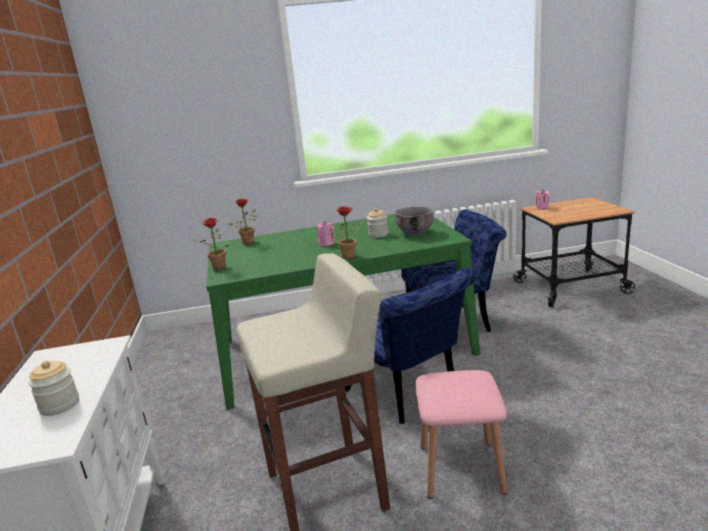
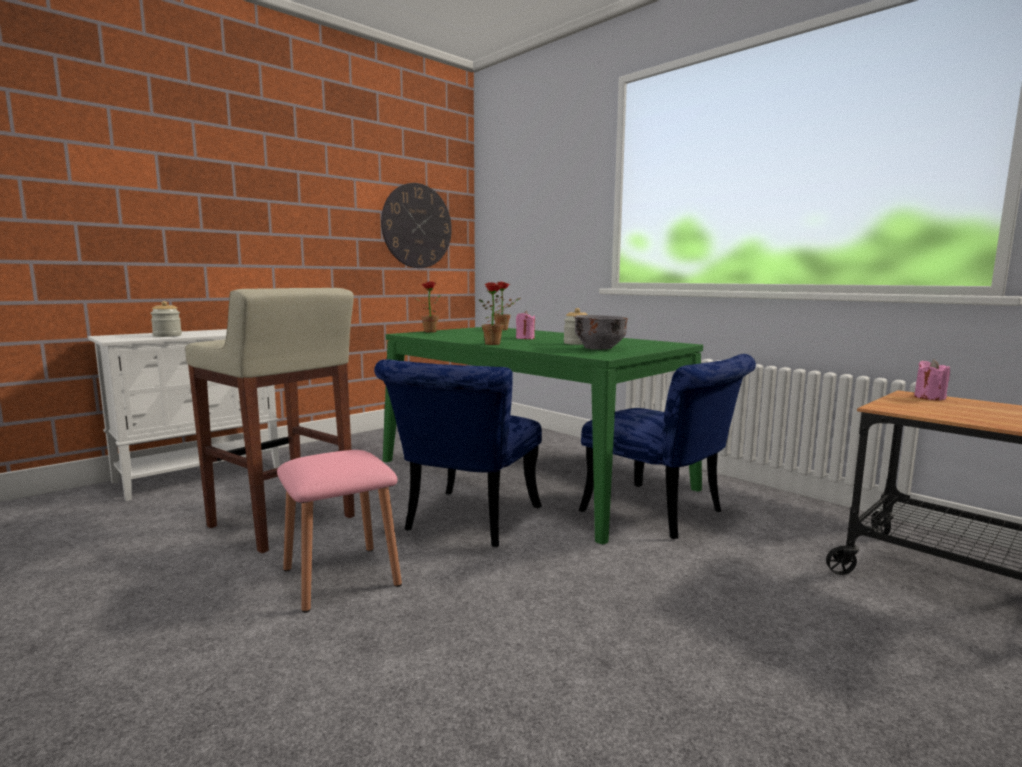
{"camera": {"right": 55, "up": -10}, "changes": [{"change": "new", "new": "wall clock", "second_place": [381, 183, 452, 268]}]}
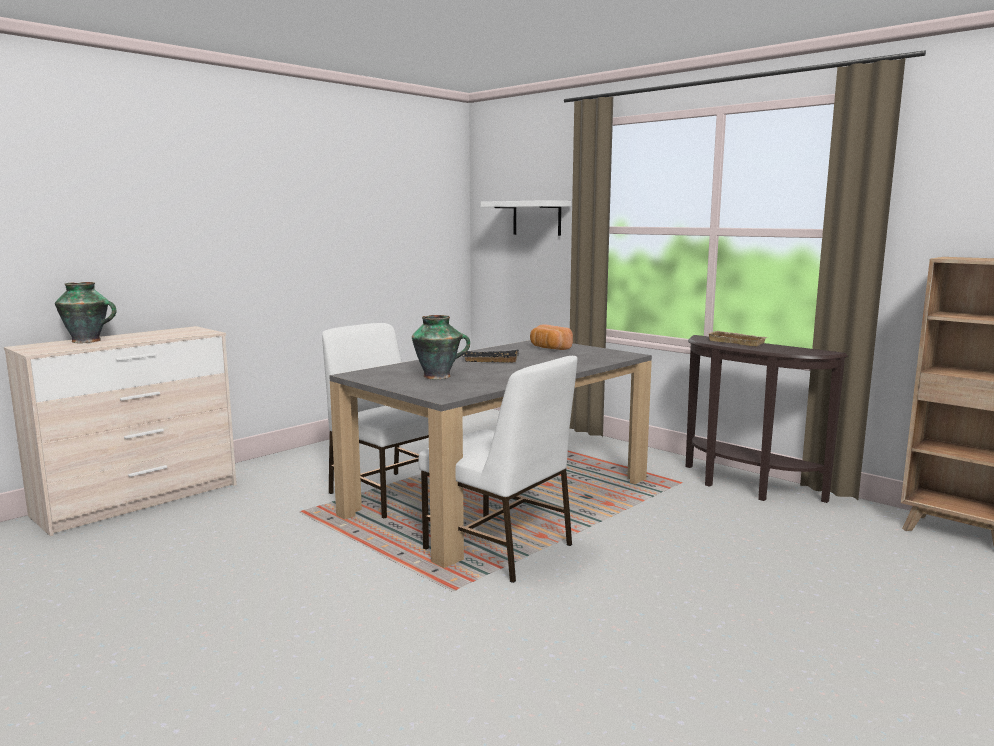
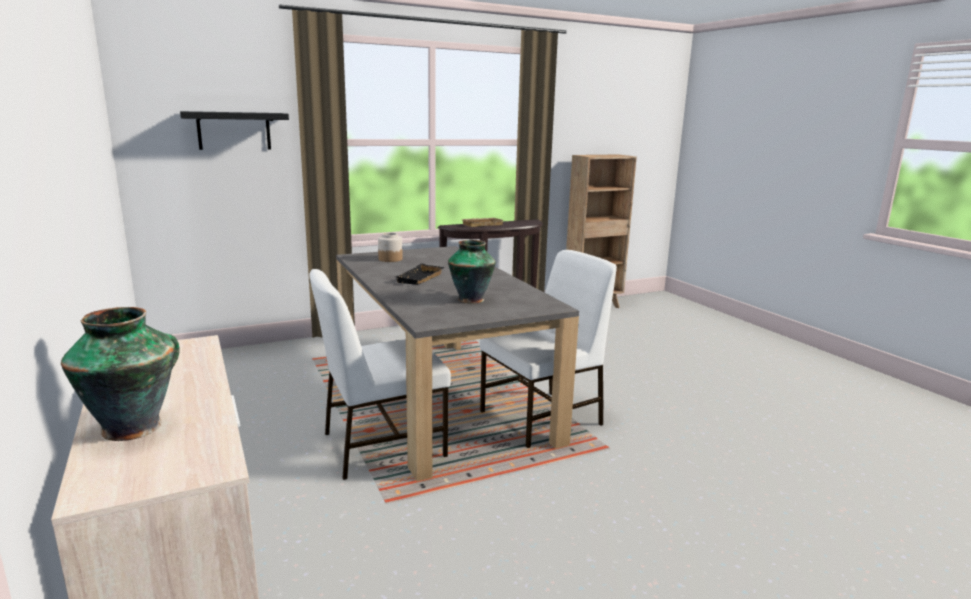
{"camera": {"right": -70, "up": 5}, "changes": [{"change": "swapped", "old": "bread", "new": "jar", "first_place": [530, 324, 573, 350], "second_place": [378, 232, 403, 262]}, {"change": "repainted", "old": "white shelf", "new": "black shelf", "first_place": [481, 200, 571, 236], "second_place": [180, 111, 289, 150]}]}
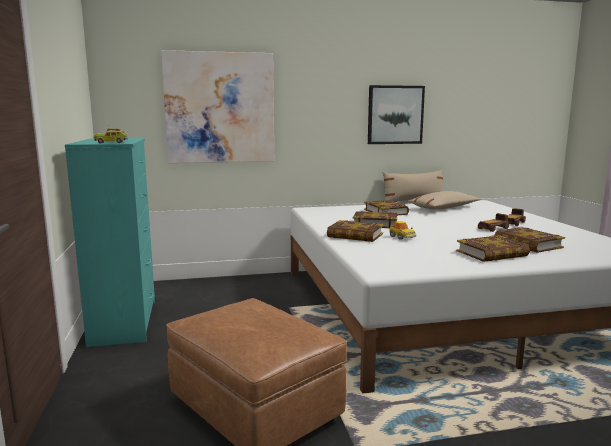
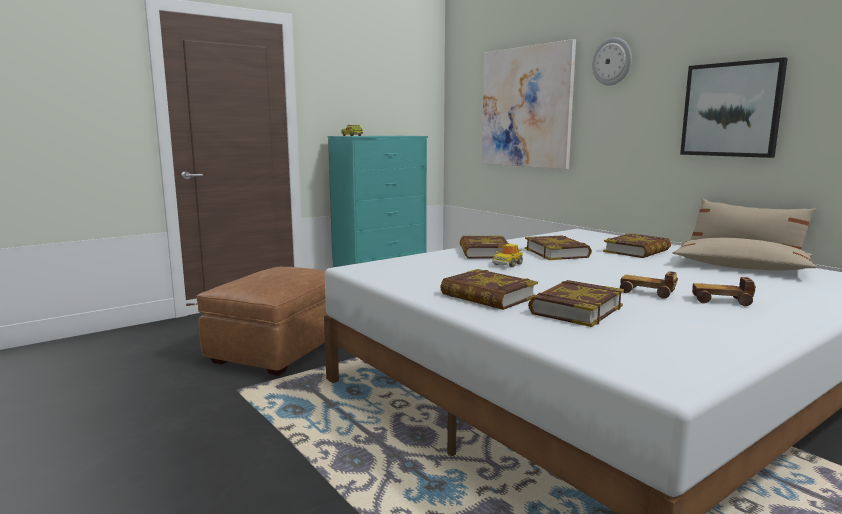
{"camera": {"right": 65, "up": 0}, "changes": [{"change": "new", "new": "wall clock", "second_place": [592, 37, 632, 86]}]}
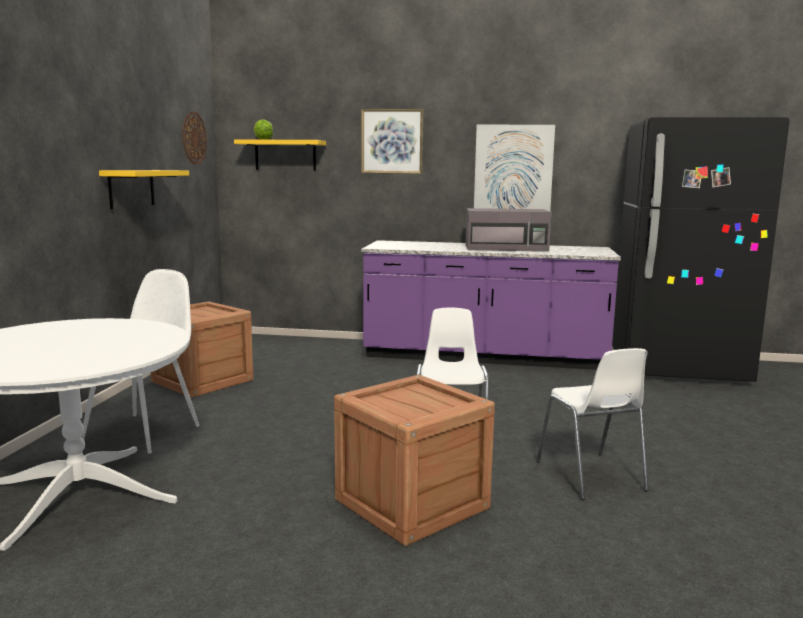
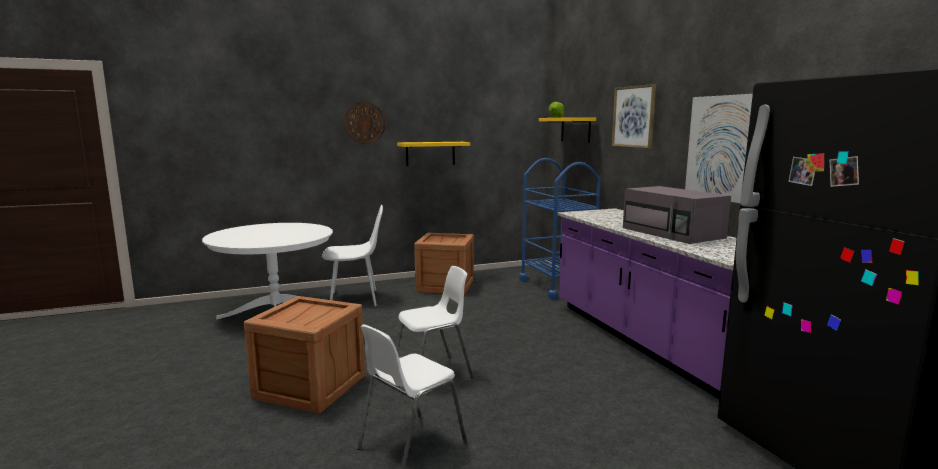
{"camera": {"right": 60, "up": 0}, "changes": [{"change": "new", "new": "blue cart", "second_place": [519, 158, 601, 299]}, {"change": "shifted", "old": "wall clock", "first_place": [182, 111, 207, 164], "second_place": [344, 102, 385, 144]}]}
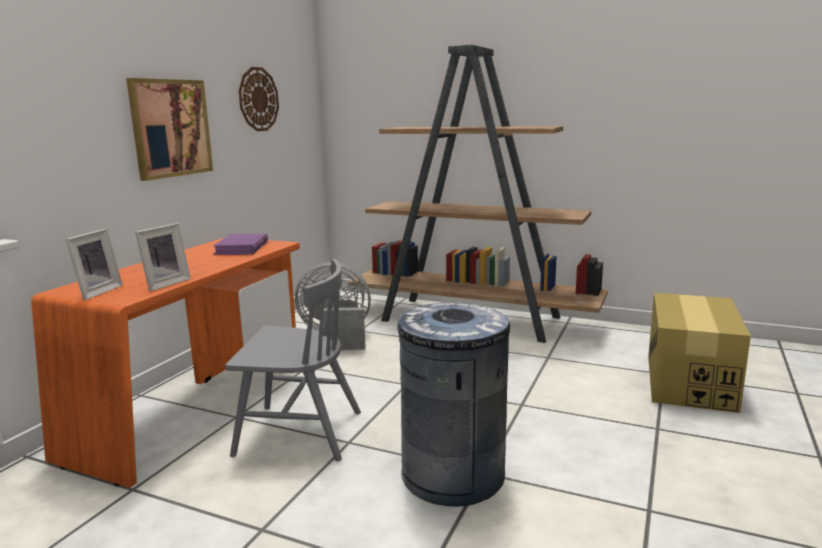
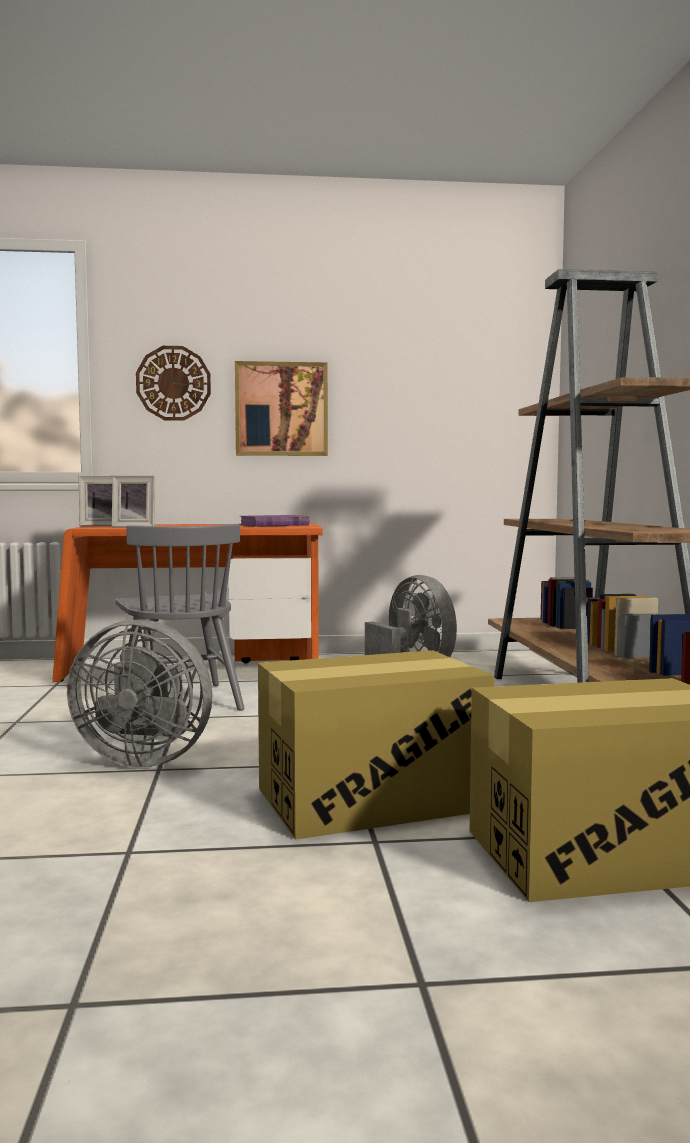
{"camera": {"right": 60, "up": -10}, "changes": [{"change": "new", "new": "cardboard box", "second_place": [258, 650, 494, 840]}, {"change": "shifted", "old": "wall clock", "first_place": [239, 67, 279, 131], "second_place": [136, 346, 211, 421]}, {"change": "swapped", "old": "grey trash can", "new": "grey fan", "first_place": [396, 302, 510, 507], "second_place": [67, 619, 212, 767]}]}
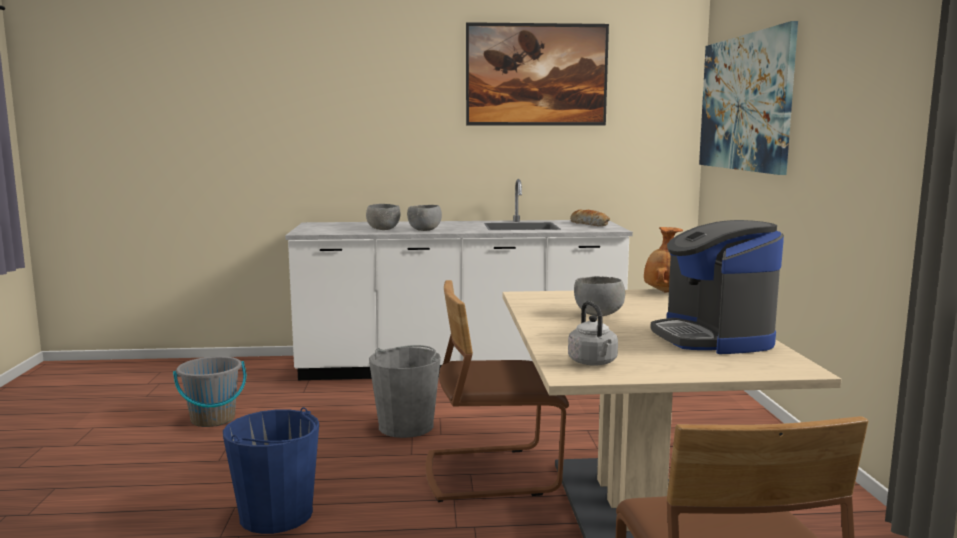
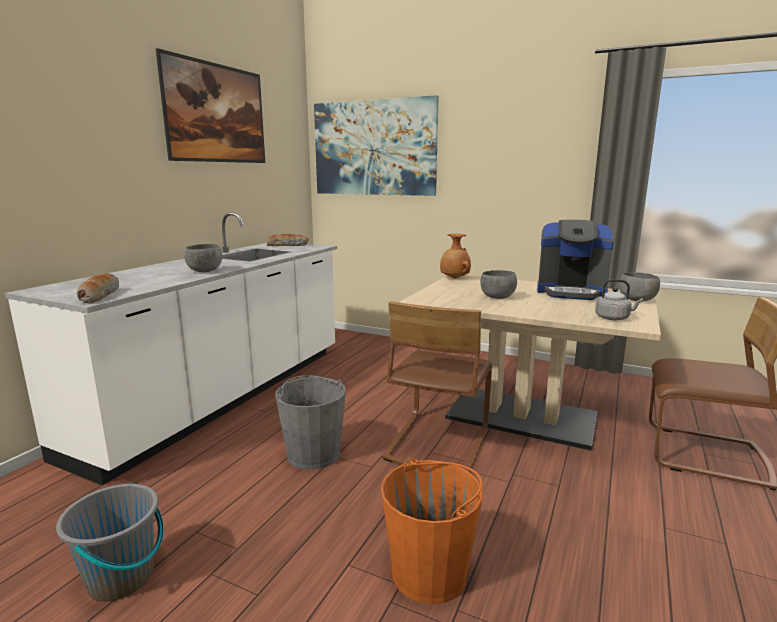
{"camera": {"right": -60, "up": 5}, "changes": [{"change": "new", "new": "bread", "second_place": [76, 273, 119, 304]}, {"change": "shifted", "old": "grey bowl", "first_place": [366, 204, 400, 230], "second_place": [619, 272, 660, 301]}, {"change": "repainted", "old": "blue bucket", "new": "orange bucket", "first_place": [223, 407, 319, 534], "second_place": [381, 458, 482, 605]}]}
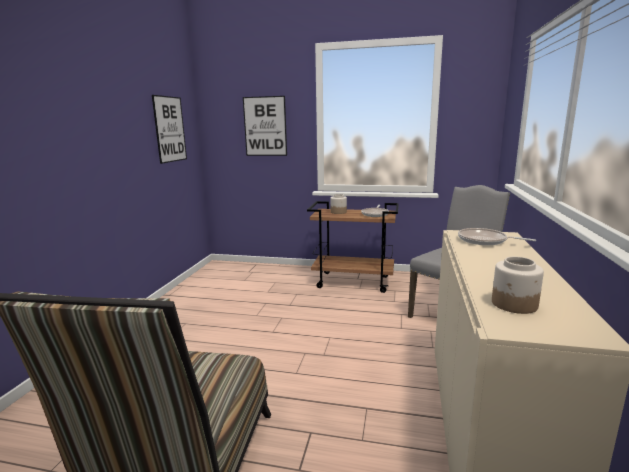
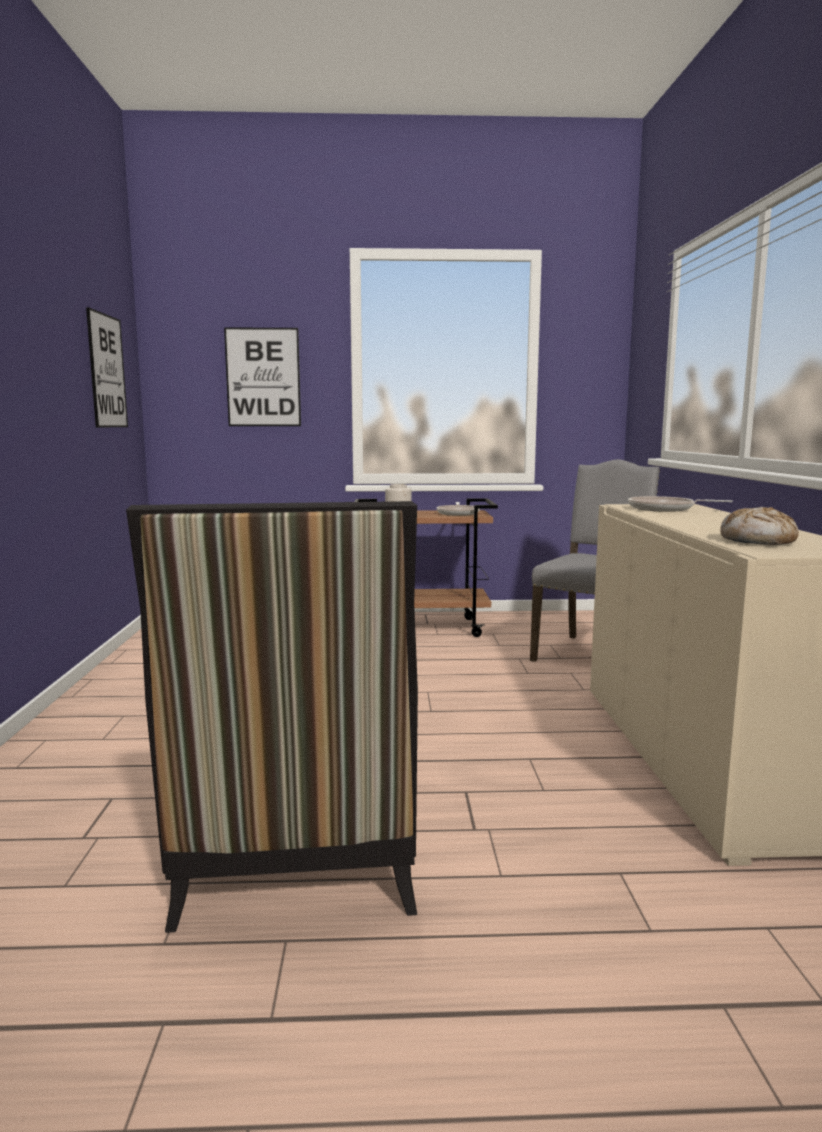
{"camera": {"right": -15, "up": -5}, "changes": [{"change": "swapped", "old": "jar", "new": "bread", "first_place": [492, 257, 544, 314], "second_place": [720, 507, 799, 545]}]}
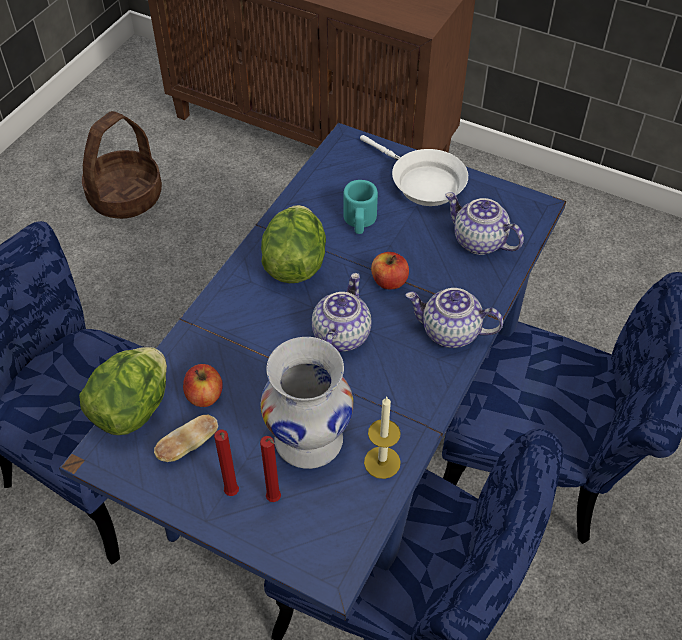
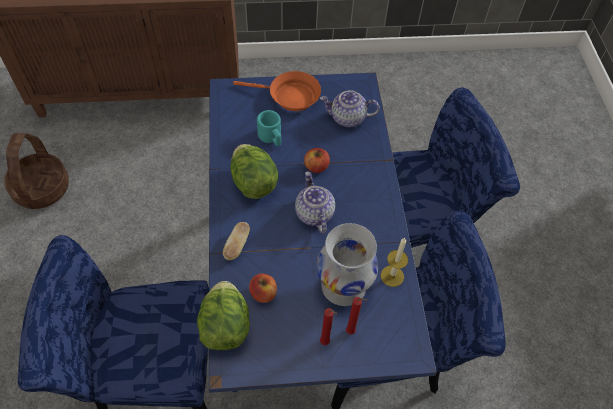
{"camera": {"right": -35, "up": 5}, "changes": [{"change": "gone", "old": "teapot", "first_place": [405, 288, 503, 348]}, {"change": "shifted", "old": "bread", "first_place": [154, 415, 218, 462], "second_place": [223, 222, 250, 260]}, {"change": "repainted", "old": "white frying pan", "new": "orange frying pan", "first_place": [360, 135, 468, 206], "second_place": [233, 71, 321, 111]}]}
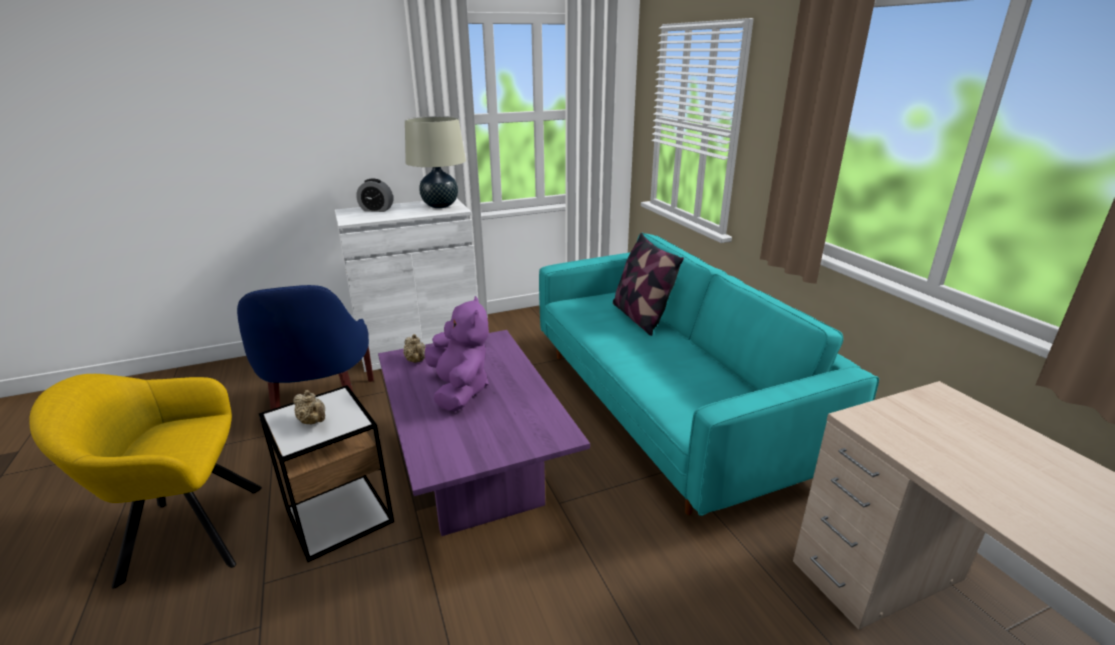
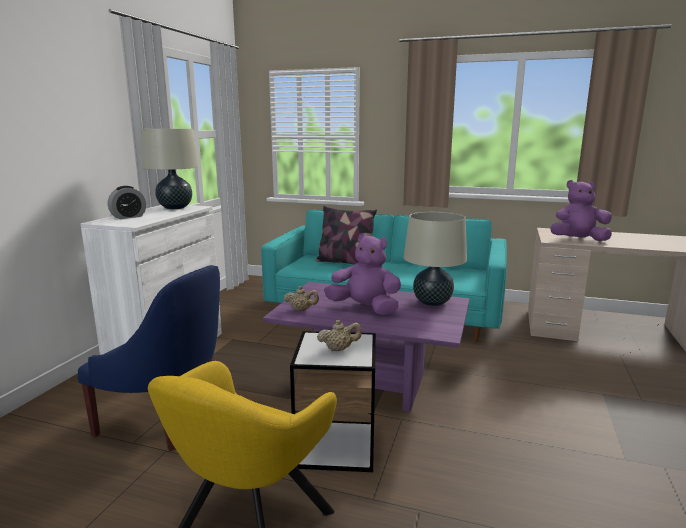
{"camera": {"right": -50, "up": -10}, "changes": [{"change": "new", "new": "beige table lamp", "second_place": [404, 212, 467, 306]}, {"change": "new", "new": "purple plush toy", "second_place": [550, 180, 612, 241]}]}
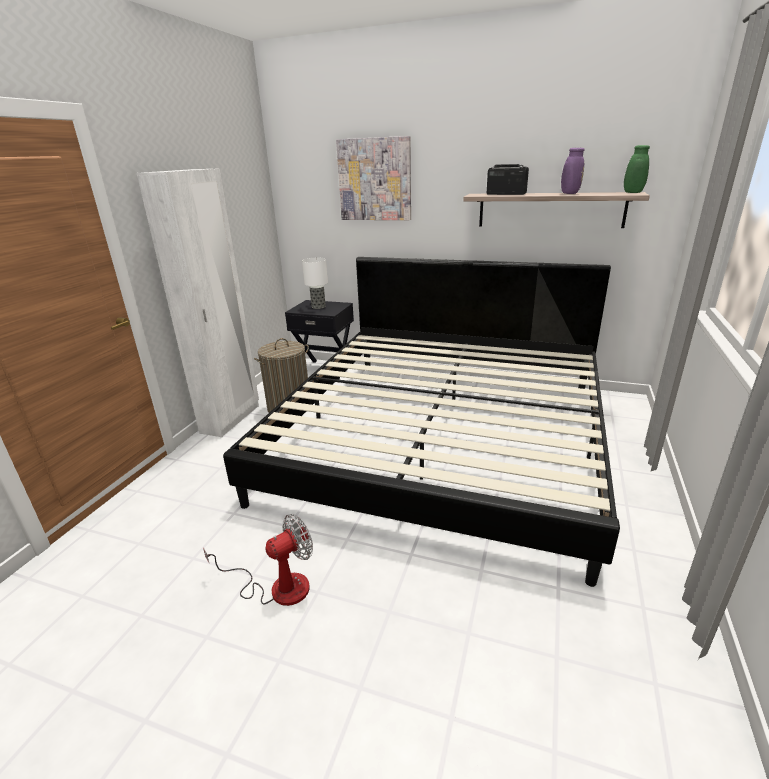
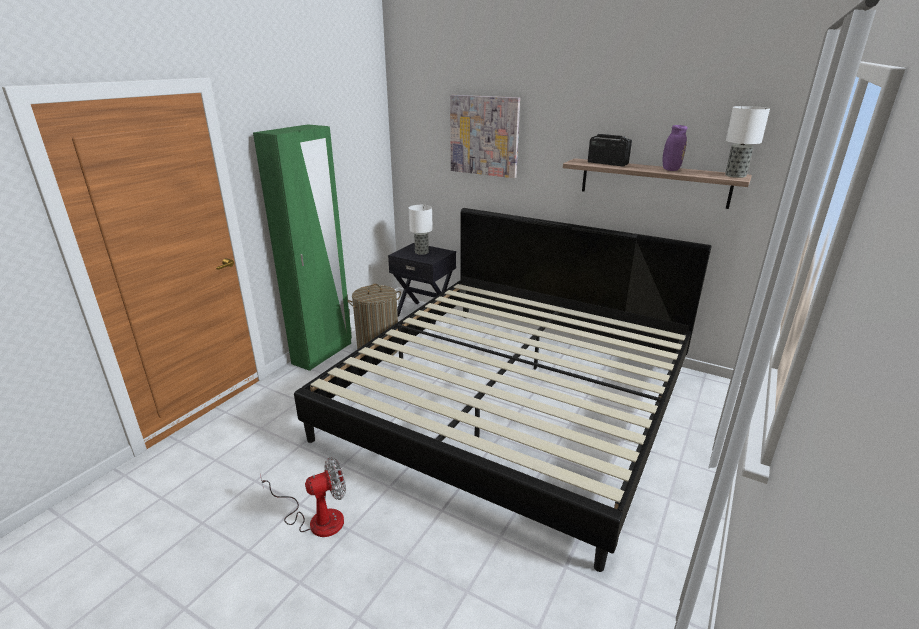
{"camera": {"right": 10, "up": 0}, "changes": [{"change": "swapped", "old": "green vase", "new": "table lamp", "first_place": [624, 145, 650, 193], "second_place": [725, 106, 770, 178]}, {"change": "repainted", "old": "white wardrobe", "new": "green wardrobe", "first_place": [137, 169, 259, 437], "second_place": [253, 124, 352, 371]}]}
